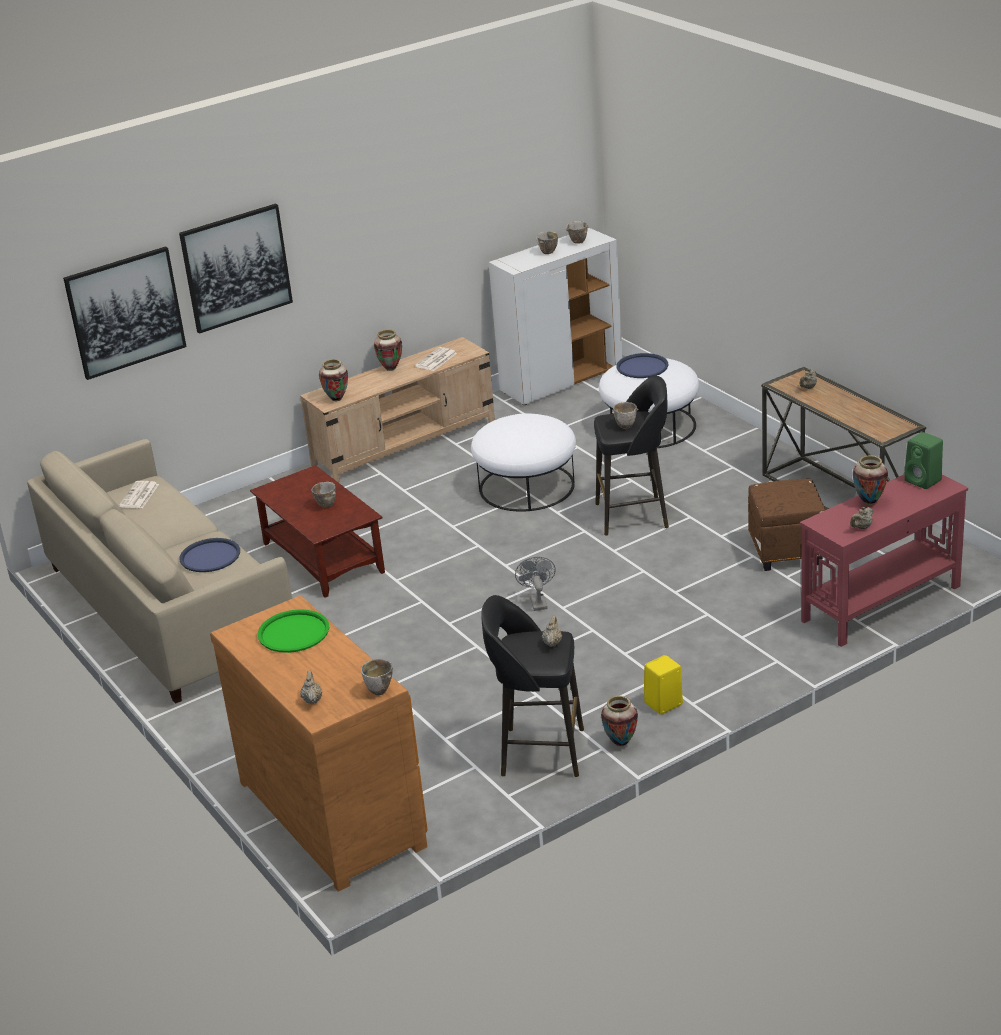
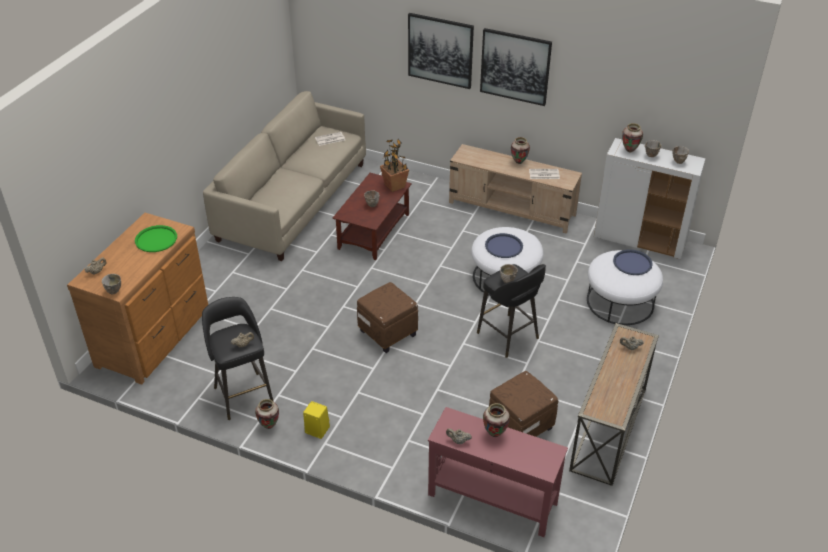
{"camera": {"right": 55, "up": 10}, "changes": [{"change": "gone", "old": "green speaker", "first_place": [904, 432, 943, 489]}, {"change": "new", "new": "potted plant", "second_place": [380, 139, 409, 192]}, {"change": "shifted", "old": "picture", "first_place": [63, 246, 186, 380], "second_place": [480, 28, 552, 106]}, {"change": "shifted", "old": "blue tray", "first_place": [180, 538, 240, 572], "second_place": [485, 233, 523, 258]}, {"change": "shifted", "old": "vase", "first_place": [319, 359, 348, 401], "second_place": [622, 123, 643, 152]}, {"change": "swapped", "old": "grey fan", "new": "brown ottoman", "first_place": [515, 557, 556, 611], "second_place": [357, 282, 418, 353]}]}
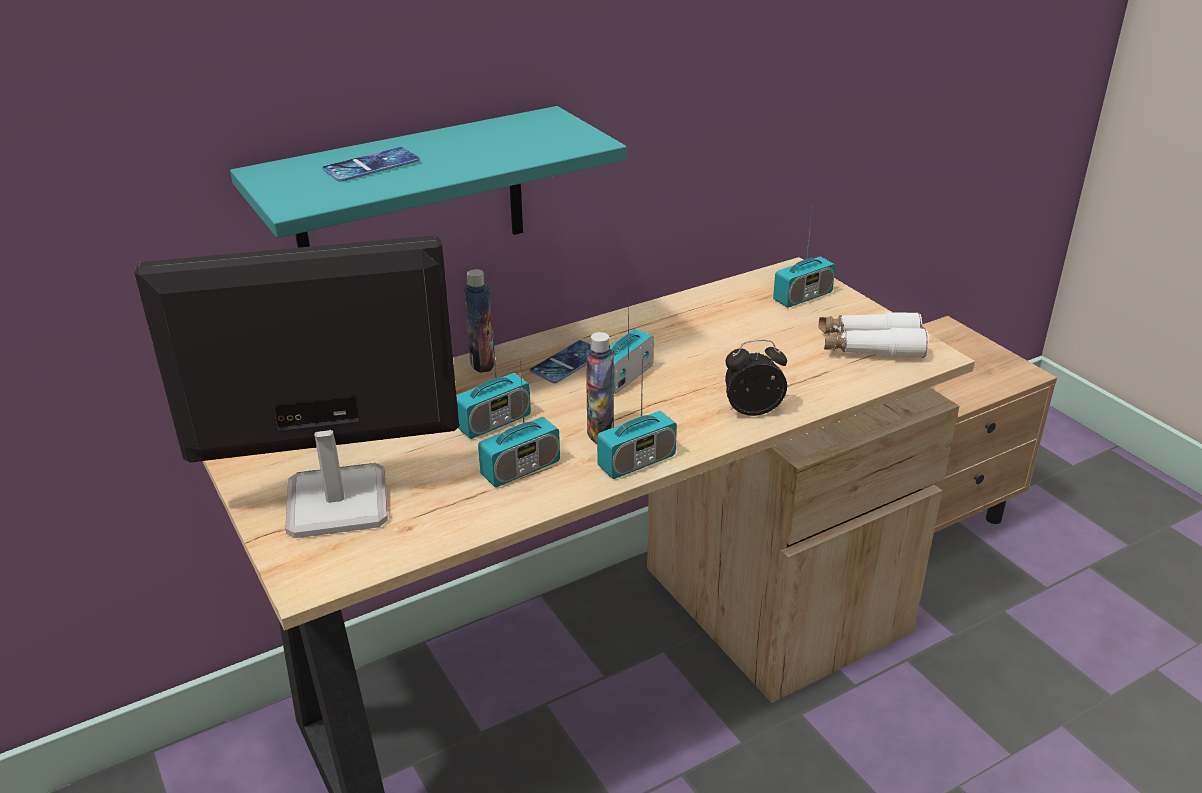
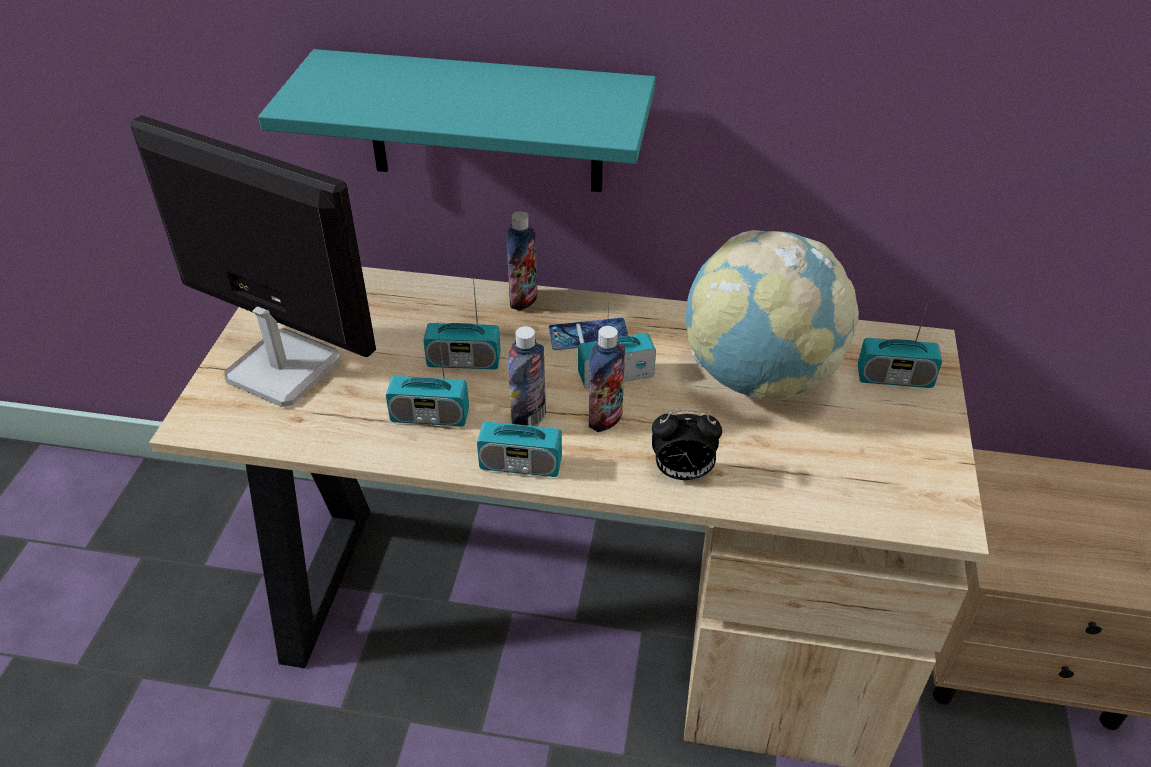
{"camera": {"right": 40, "up": 10}, "changes": [{"change": "gone", "old": "phone", "first_place": [322, 147, 420, 182]}, {"change": "gone", "old": "white binoculars", "first_place": [819, 312, 929, 358]}, {"change": "new", "new": "bottle", "second_place": [589, 326, 625, 432]}, {"change": "new", "new": "globe", "second_place": [686, 230, 859, 402]}, {"change": "rotated", "old": "alarm clock", "first_place": [726, 340, 787, 416], "second_place": [652, 410, 722, 480], "degrees": 150}]}
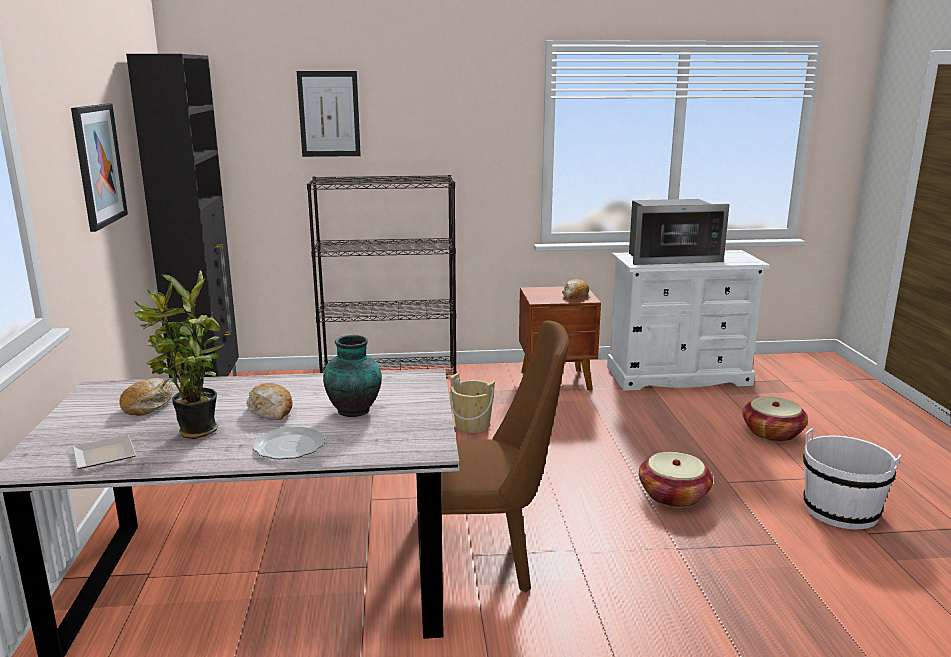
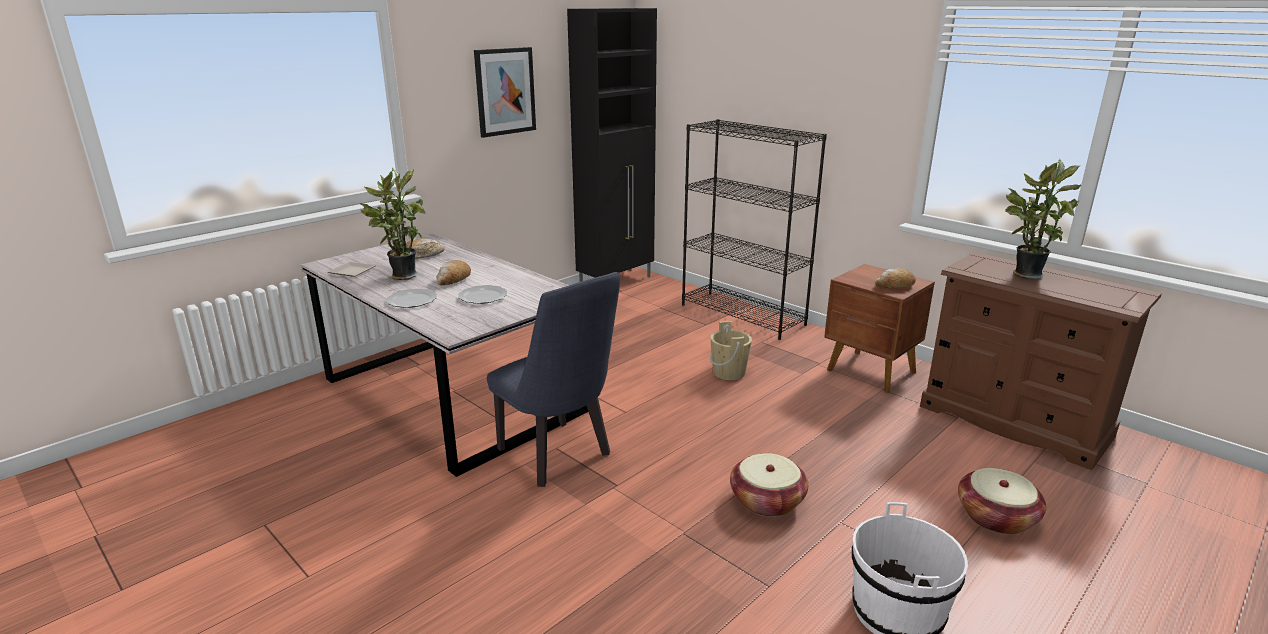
{"camera": {"right": 50, "up": 5}, "changes": [{"change": "gone", "old": "picture", "first_place": [297, 71, 361, 157]}, {"change": "swapped", "old": "vase", "new": "plate", "first_place": [323, 335, 382, 417], "second_place": [458, 285, 508, 304]}, {"change": "swapped", "old": "microwave", "new": "potted plant", "first_place": [629, 199, 730, 265], "second_place": [1005, 159, 1081, 279]}, {"change": "repainted", "old": "brown chair", "new": "blue chair", "first_place": [441, 320, 569, 593], "second_place": [487, 272, 620, 487]}, {"change": "repainted", "old": "white dresser", "new": "brown dresser", "first_place": [607, 250, 770, 391], "second_place": [920, 252, 1162, 470]}]}
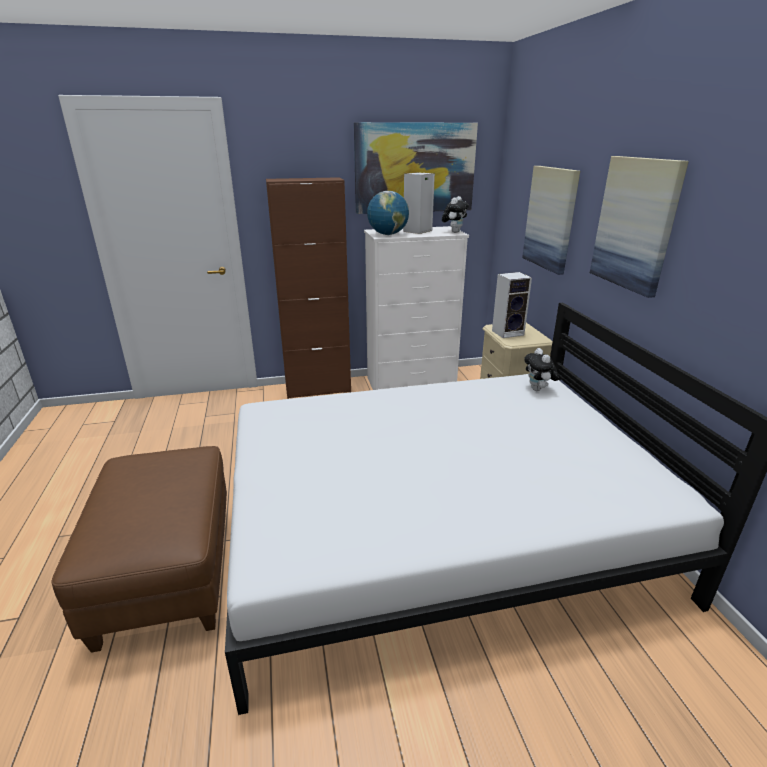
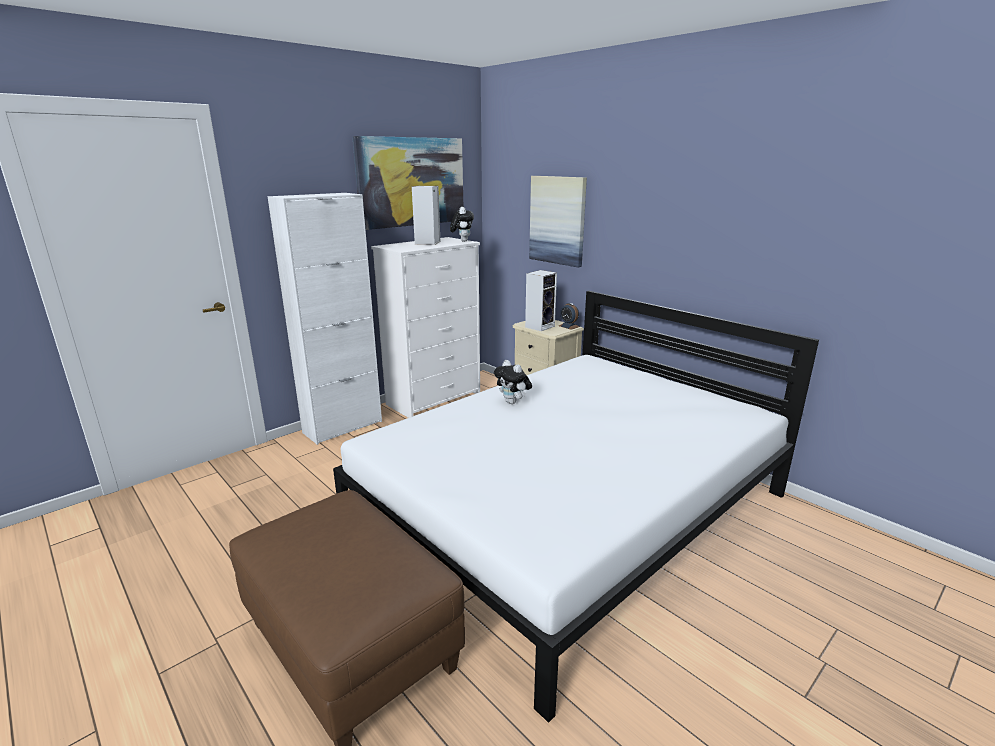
{"camera": {"right": -30, "up": -5}, "changes": [{"change": "gone", "old": "globe", "first_place": [367, 191, 409, 235]}, {"change": "gone", "old": "picture", "first_place": [590, 156, 689, 298]}, {"change": "new", "new": "alarm clock", "second_place": [559, 303, 579, 330]}, {"change": "shifted", "old": "plush toy", "first_place": [524, 348, 559, 391], "second_place": [494, 360, 532, 404]}, {"change": "repainted", "old": "brown cabinet", "new": "white cabinet", "first_place": [266, 177, 351, 399], "second_place": [267, 193, 382, 445]}]}
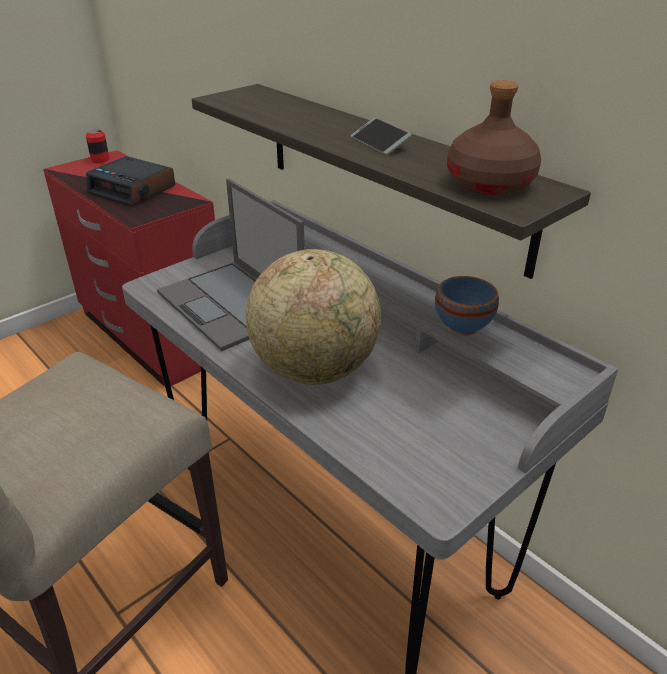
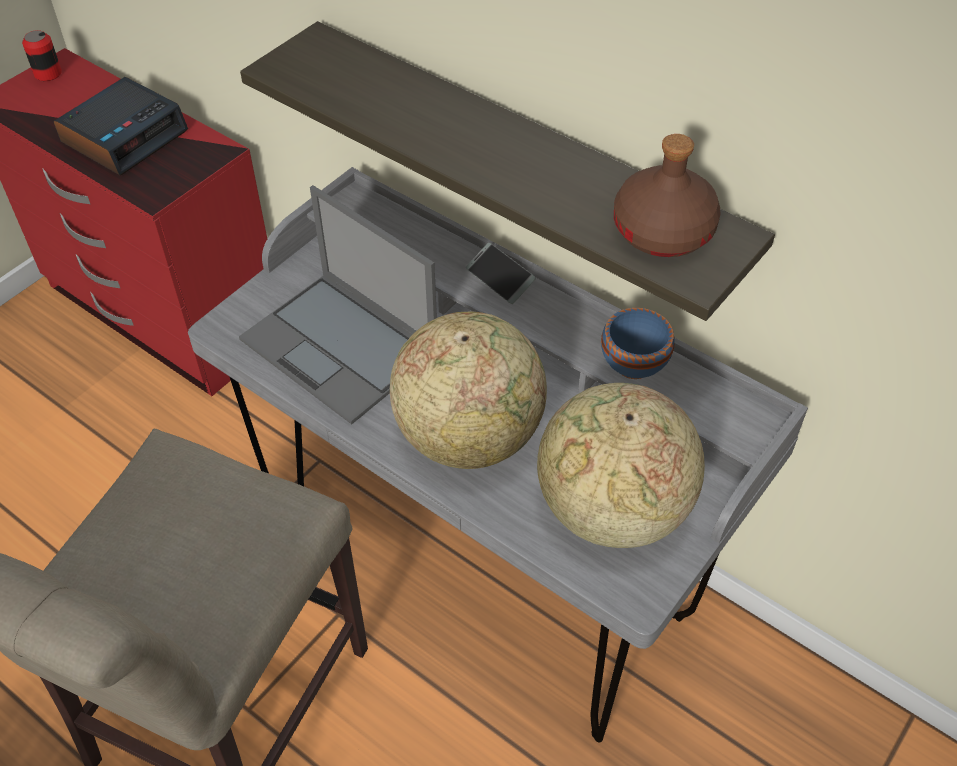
{"camera": {"right": -10, "up": 15}, "changes": [{"change": "new", "new": "globe", "second_place": [537, 383, 705, 548]}, {"change": "shifted", "old": "phone", "first_place": [351, 118, 411, 155], "second_place": [466, 243, 536, 304]}, {"change": "rotated", "old": "alarm clock", "first_place": [86, 156, 175, 206], "second_place": [54, 77, 188, 175], "degrees": -75}]}
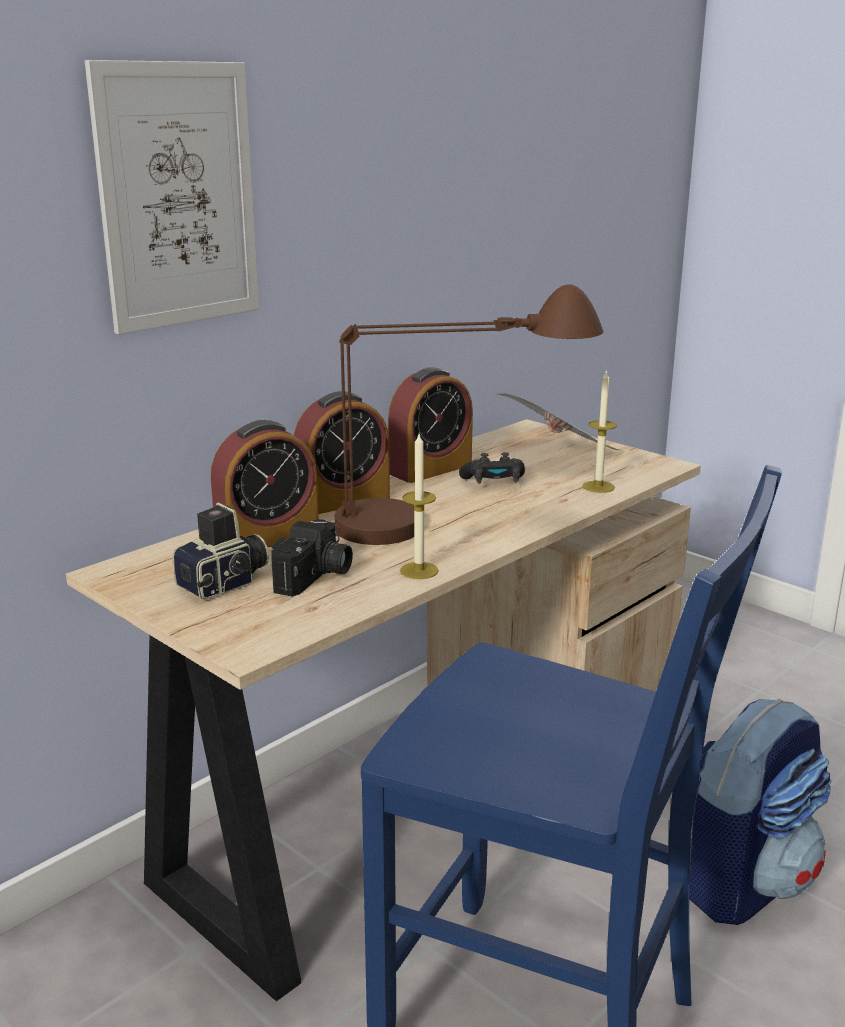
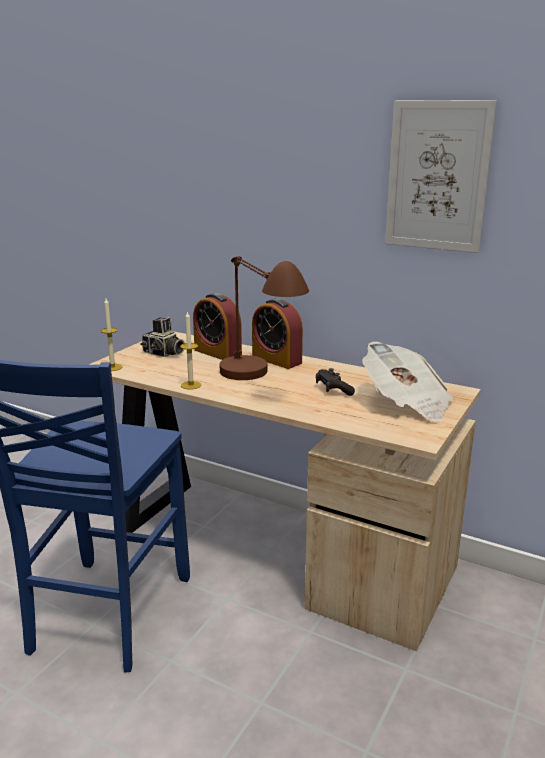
{"camera": {"right": 75, "up": 0}, "changes": [{"change": "gone", "old": "photo camera", "first_place": [271, 519, 353, 597]}, {"change": "gone", "old": "alarm clock", "first_place": [388, 367, 473, 483]}, {"change": "gone", "old": "backpack", "first_place": [689, 699, 831, 925]}, {"change": "shifted", "old": "picture", "first_place": [85, 60, 259, 335], "second_place": [385, 100, 497, 253]}, {"change": "shifted", "old": "candle", "first_place": [582, 369, 617, 493], "second_place": [101, 298, 123, 371]}]}
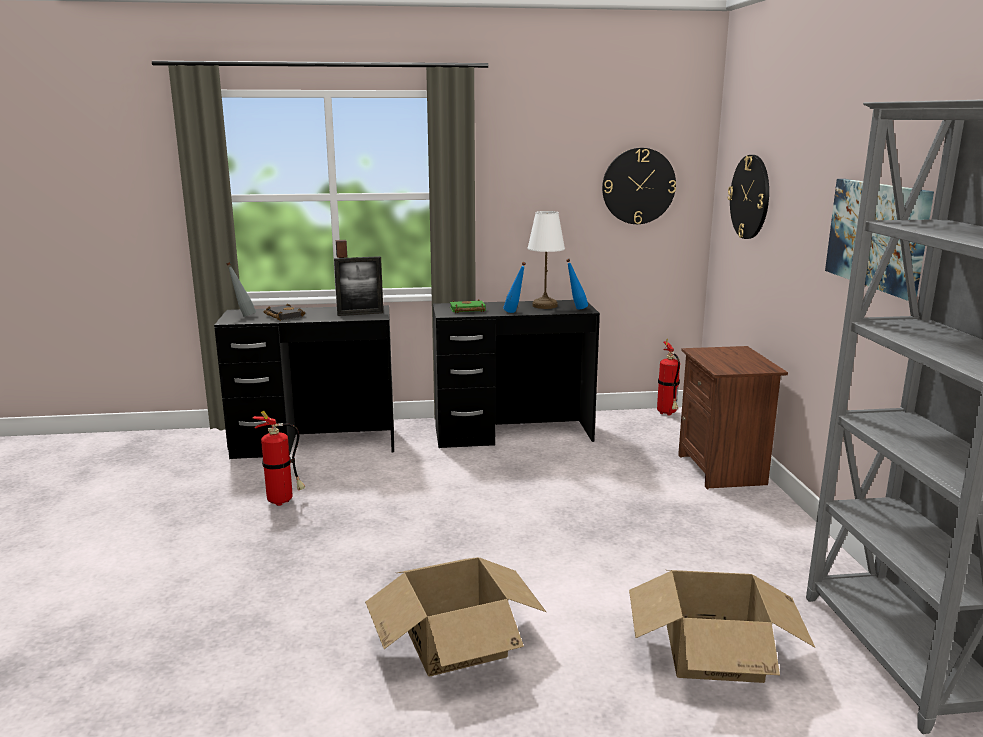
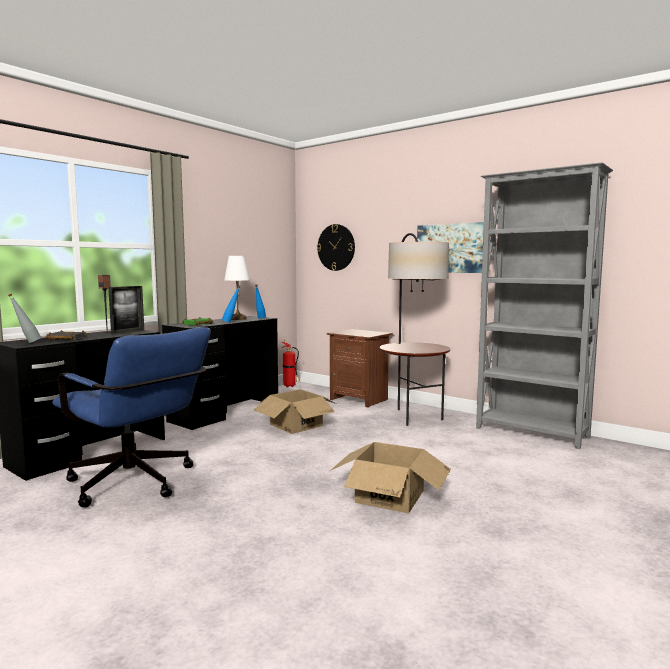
{"camera": {"right": -45, "up": -10}, "changes": [{"change": "gone", "old": "wall clock", "first_place": [602, 148, 676, 224]}, {"change": "new", "new": "floor lamp", "second_place": [380, 233, 450, 426]}, {"change": "shifted", "old": "cardboard box", "first_place": [629, 570, 815, 683], "second_place": [254, 389, 336, 434]}, {"change": "swapped", "old": "fire extinguisher", "new": "blue office chair", "first_place": [253, 411, 305, 506], "second_place": [52, 327, 211, 507]}]}
